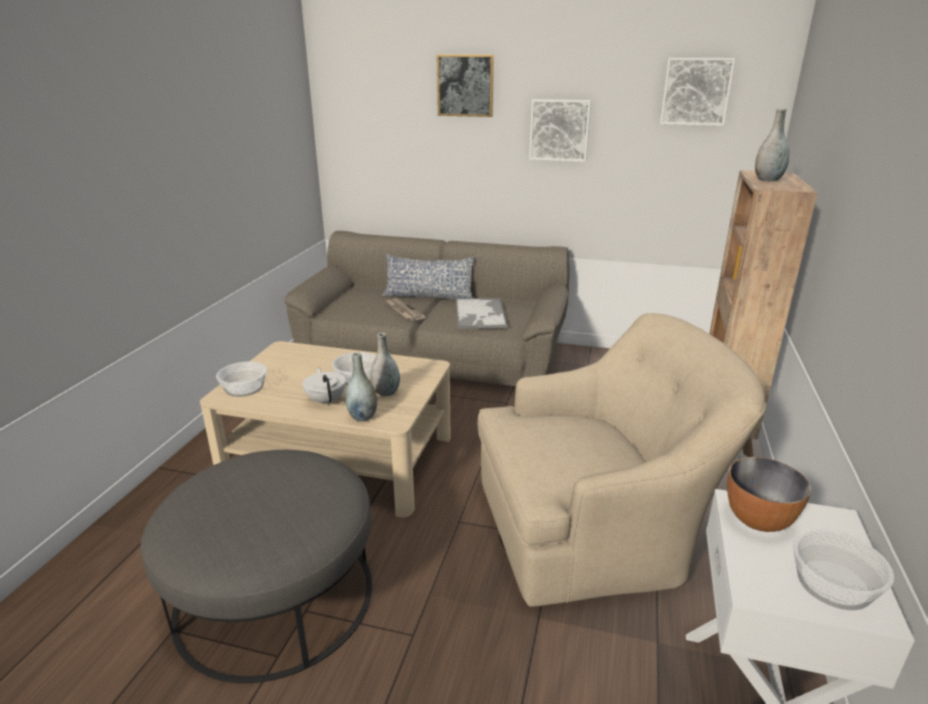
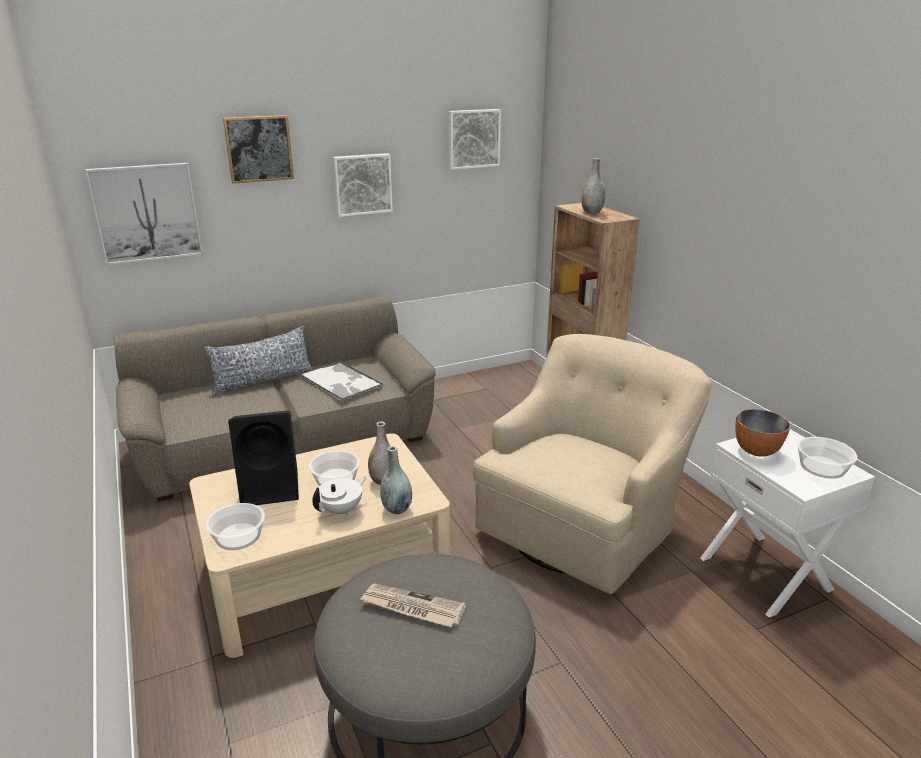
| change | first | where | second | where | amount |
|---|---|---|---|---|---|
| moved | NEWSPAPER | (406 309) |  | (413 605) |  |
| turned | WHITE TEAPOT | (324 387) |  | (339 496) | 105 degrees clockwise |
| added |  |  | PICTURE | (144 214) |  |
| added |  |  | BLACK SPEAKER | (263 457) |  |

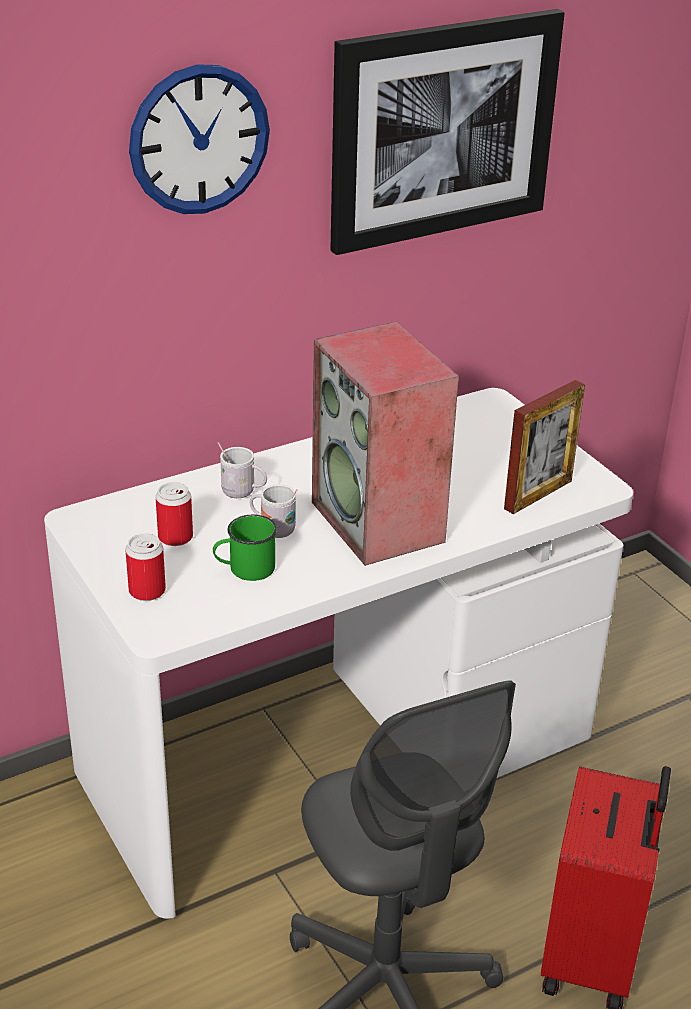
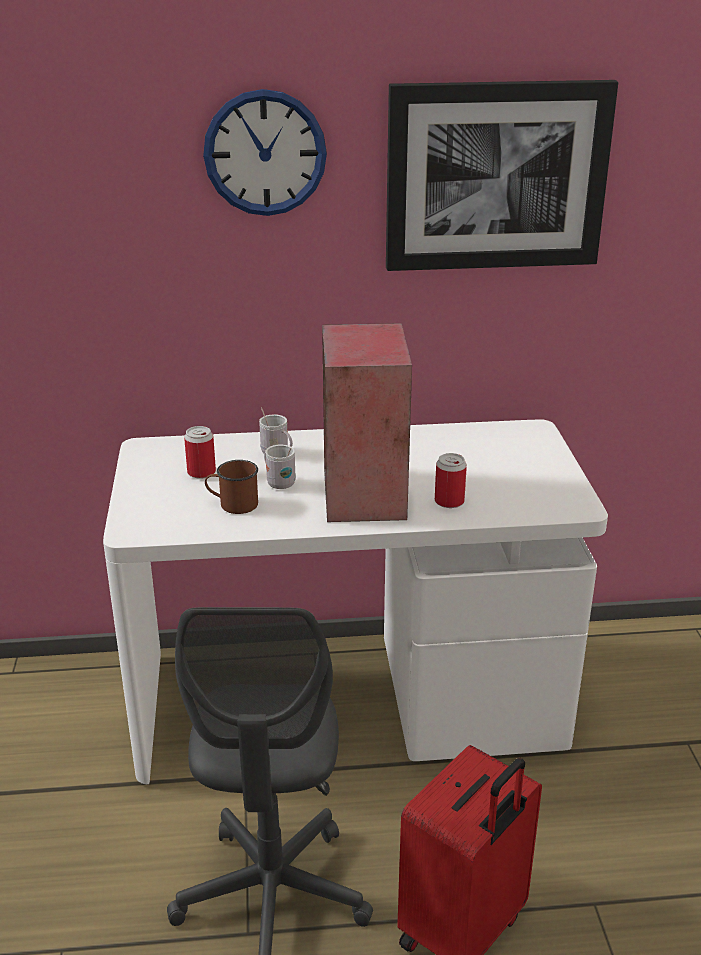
| change | first | where | second | where | amount |
|---|---|---|---|---|---|
| removed | PICTURE FRAME | (544 447) |  |  |  |
| recoloured | GREEN MUG | (245 548) | BROWN MUG | (231 487) |  |
| moved | CAN | (145 567) |  | (451 480) |  |

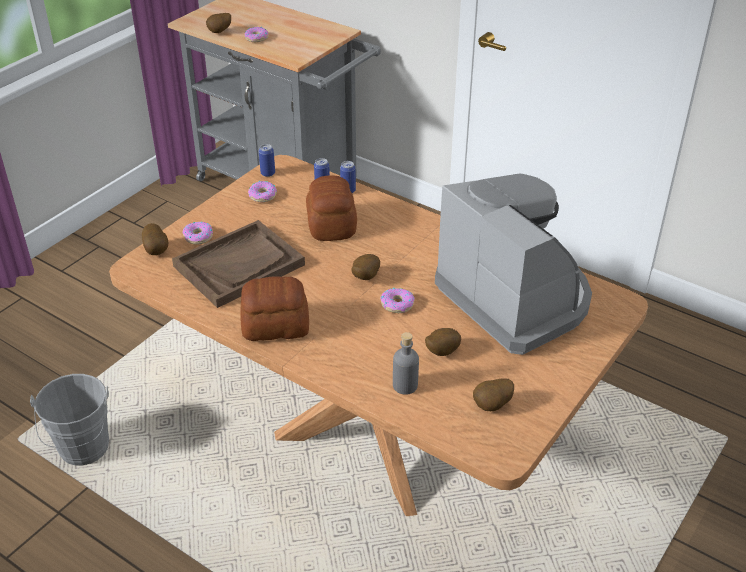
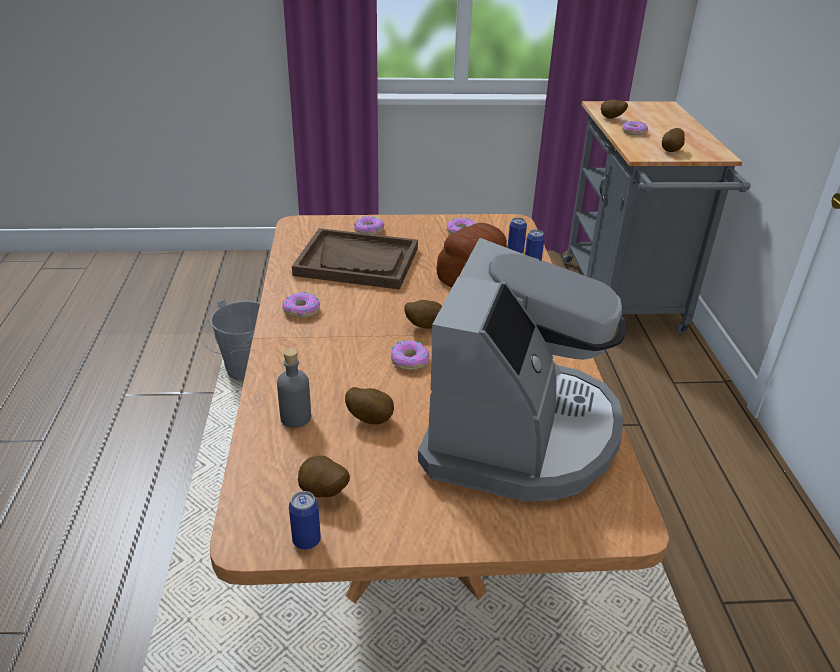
| change | first | where | second | where | amount |
|---|---|---|---|---|---|
| moved | CAN | (267 160) |  | (305 520) |  |
| moved | POTATO | (155 239) |  | (673 140) |  |
| replaced | BREAD | (274 309) | DONUT | (301 305) |  |

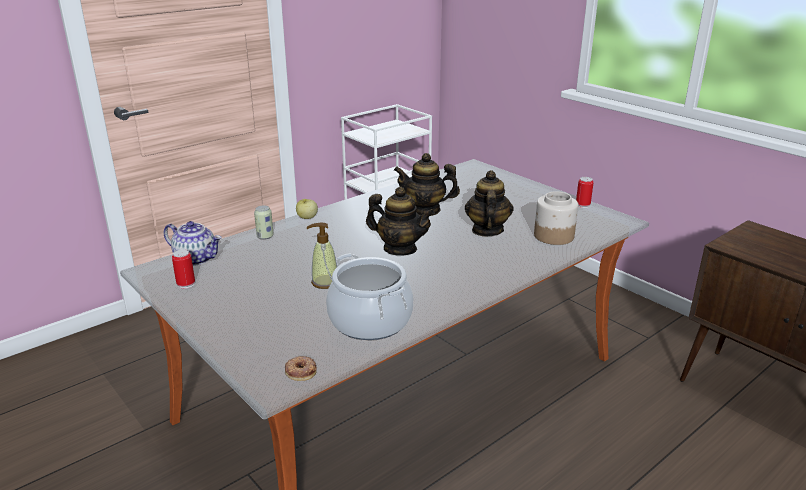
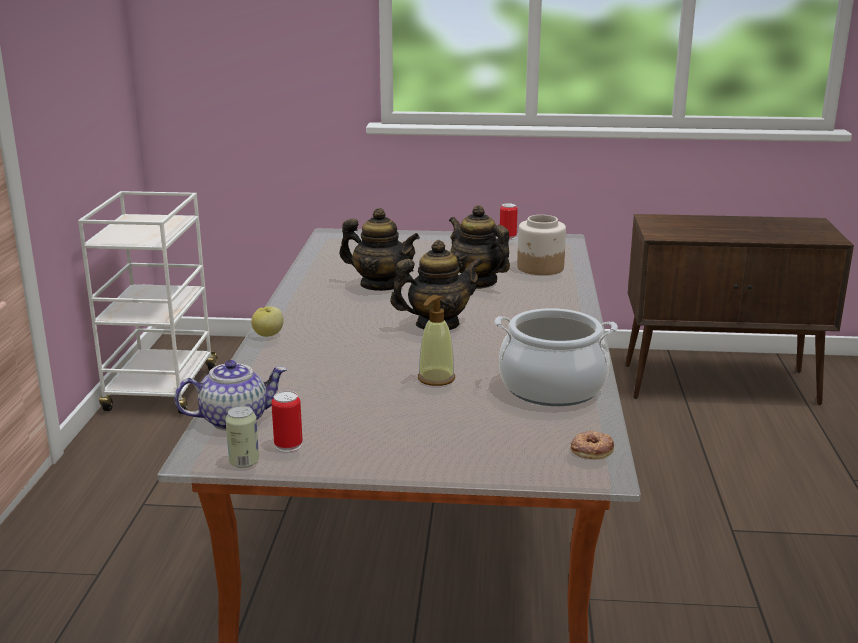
| change | first | where | second | where | amount |
|---|---|---|---|---|---|
| turned | TEAPOT | (427 184) |  | (379 249) | 120 degrees counterclockwise |
| moved | CAN | (264 222) |  | (242 437) |  |

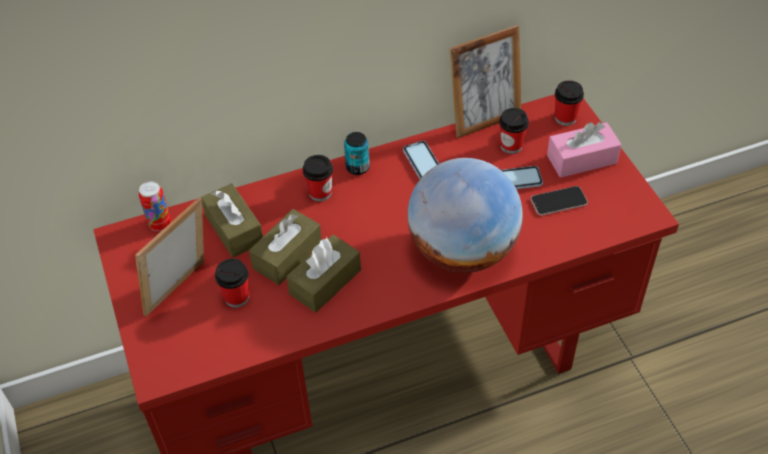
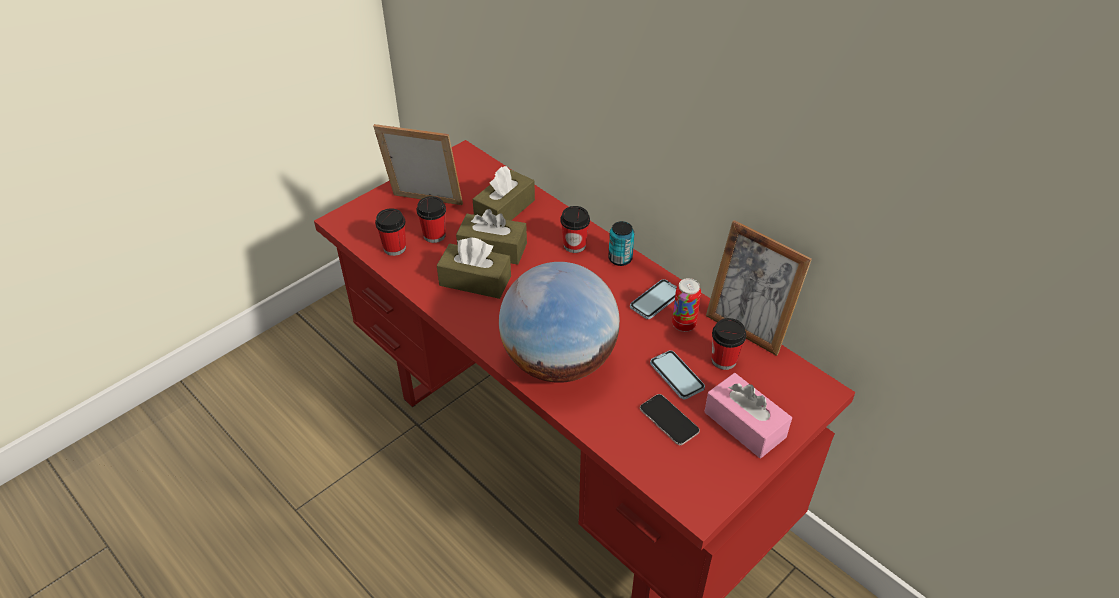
| change | first | where | second | where | amount |
|---|---|---|---|---|---|
| moved | CUP | (569 103) |  | (390 232) |  |
| moved | CAN | (155 206) |  | (686 305) |  |

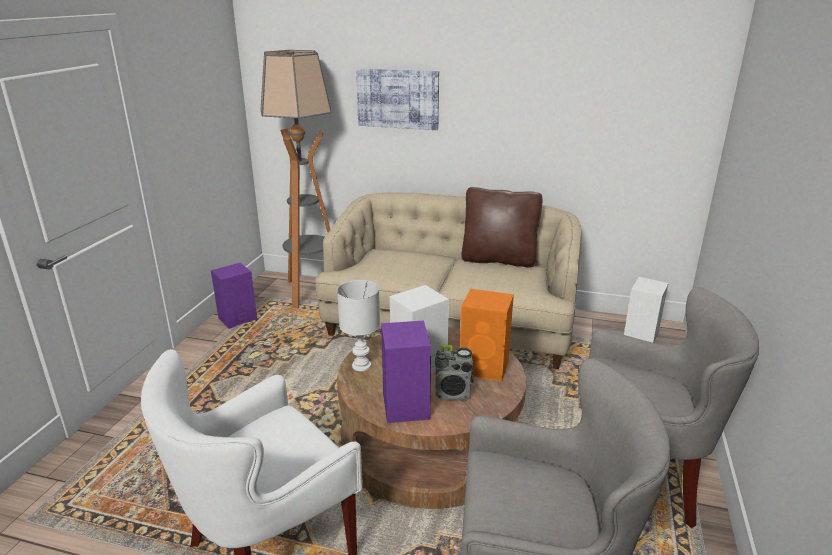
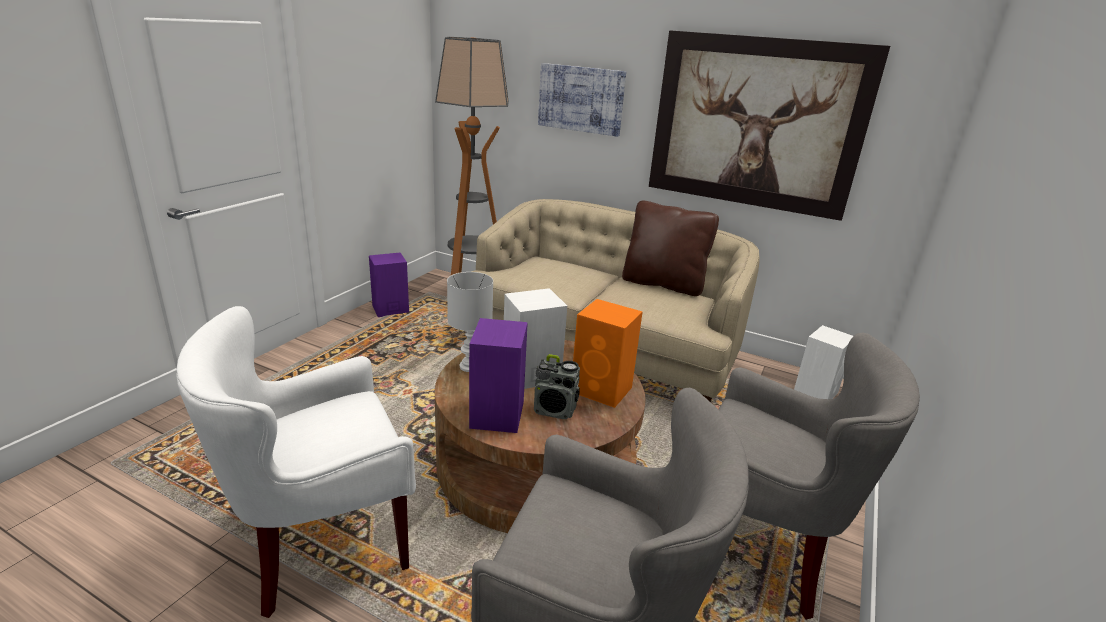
| change | first | where | second | where | amount |
|---|---|---|---|---|---|
| added |  |  | PICTURE | (769 125) |  |

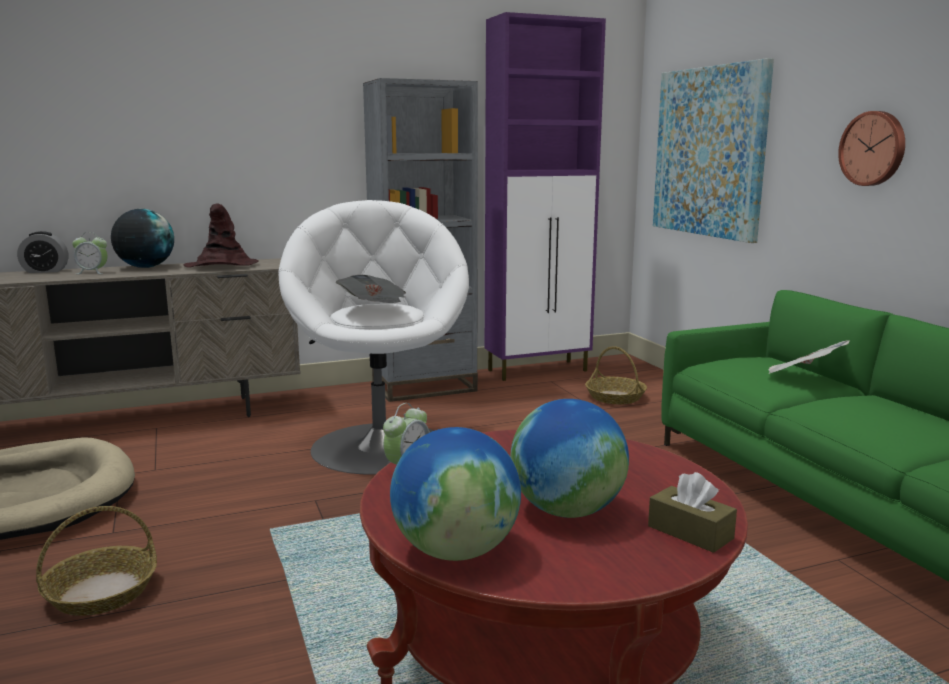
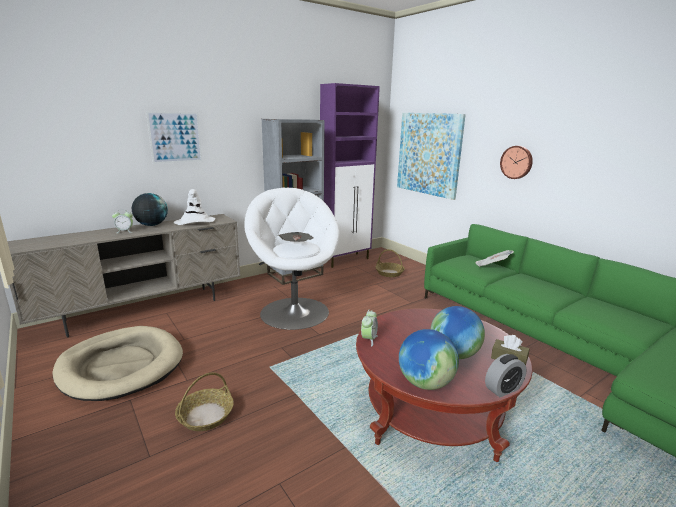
| change | first | where | second | where | amount |
|---|---|---|---|---|---|
| recoloured | BROWN HAT | (221 235) | WHITE HAT | (194 207) |  |
| moved | ALARM CLOCK | (42 252) |  | (505 375) |  |
| added |  |  | PICTURE | (174 137) |  |

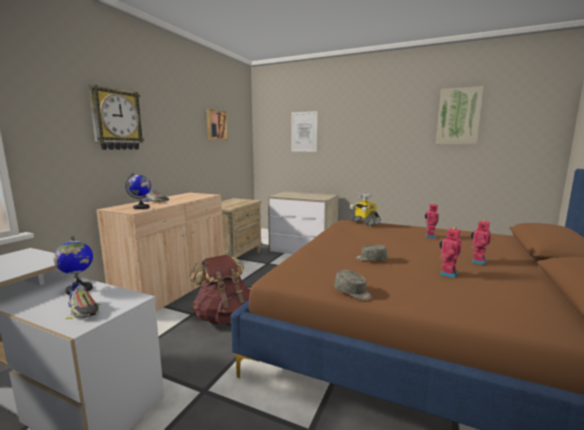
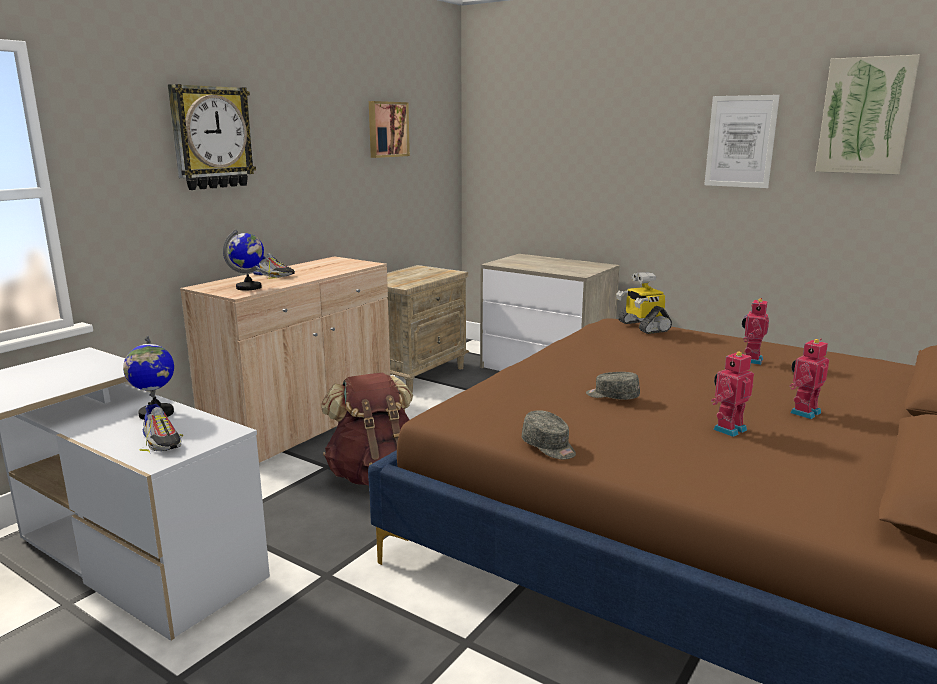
| change | first | where | second | where | amount |
|---|---|---|---|---|---|
| moved | PICTURE | (304 131) |  | (742 141) |  |

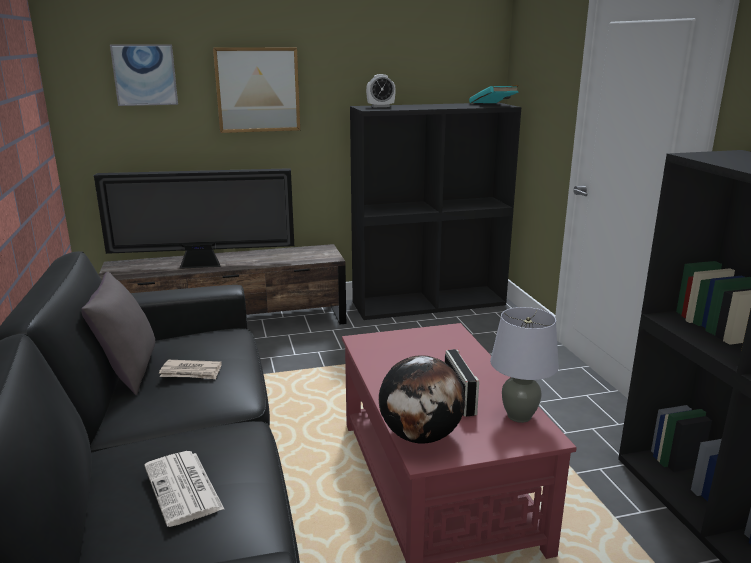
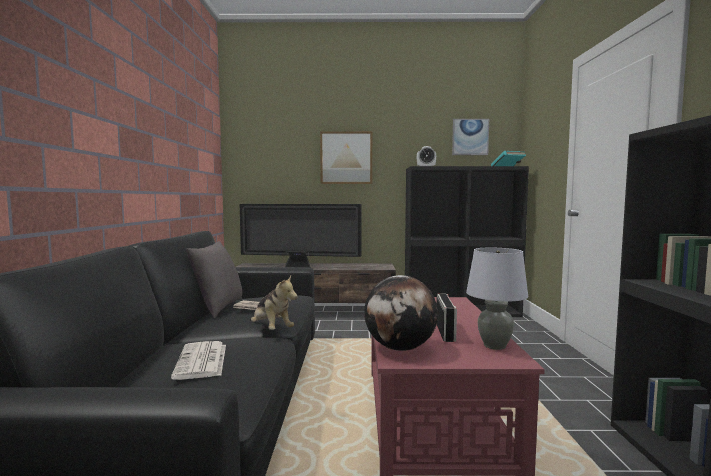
| change | first | where | second | where | amount |
|---|---|---|---|---|---|
| moved | PICTURE | (144 75) |  | (470 137) |  |
| added |  |  | PLUSH TOY | (274 303) |  |

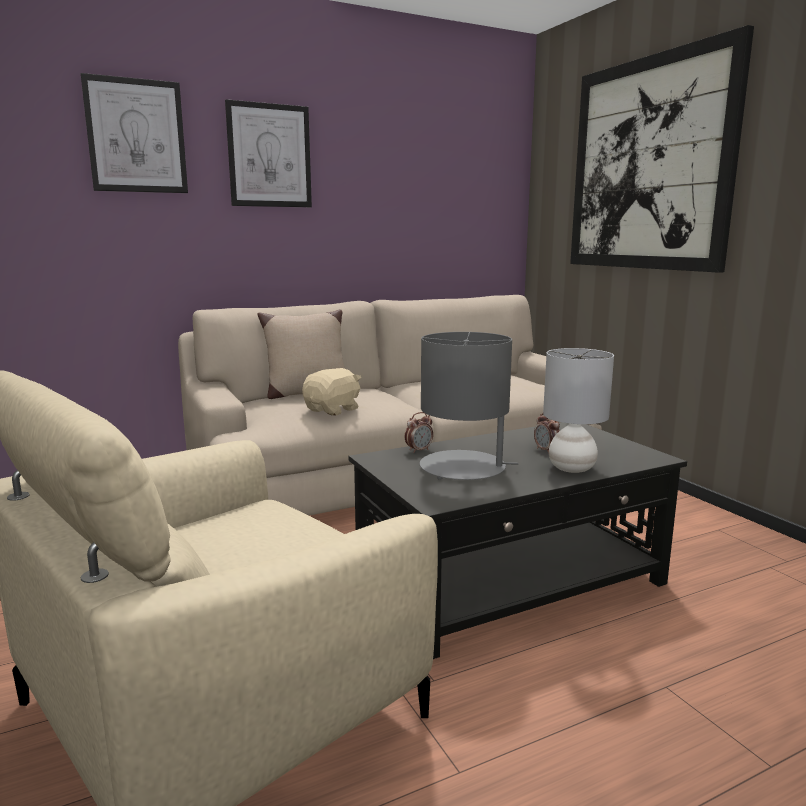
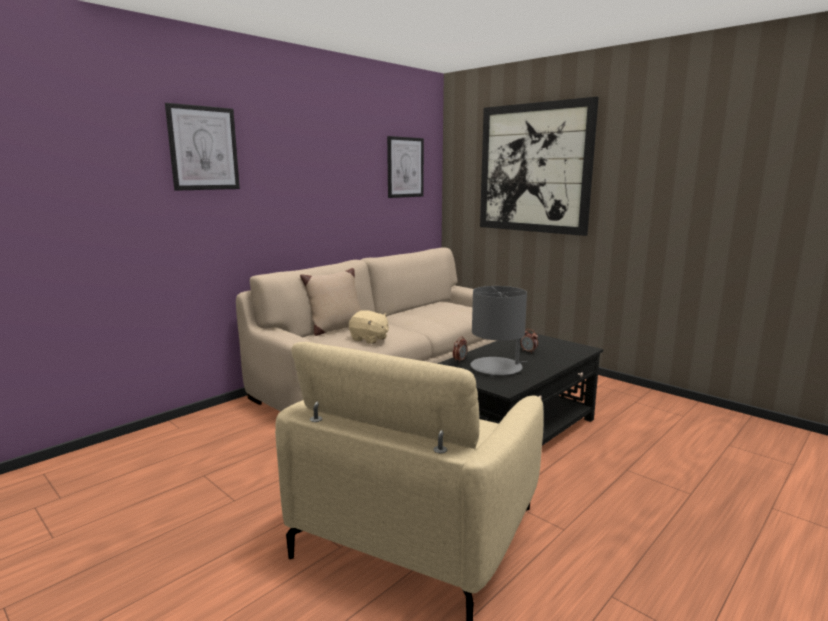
| change | first | where | second | where | amount |
|---|---|---|---|---|---|
| moved | PICTURE | (268 153) |  | (405 167) |  |
| removed | GREY TABLE LAMP | (578 410) |  |  |  |
| turned | BEIGE PLUSH TOY | (331 392) |  | (369 327) | 105 degrees clockwise |

